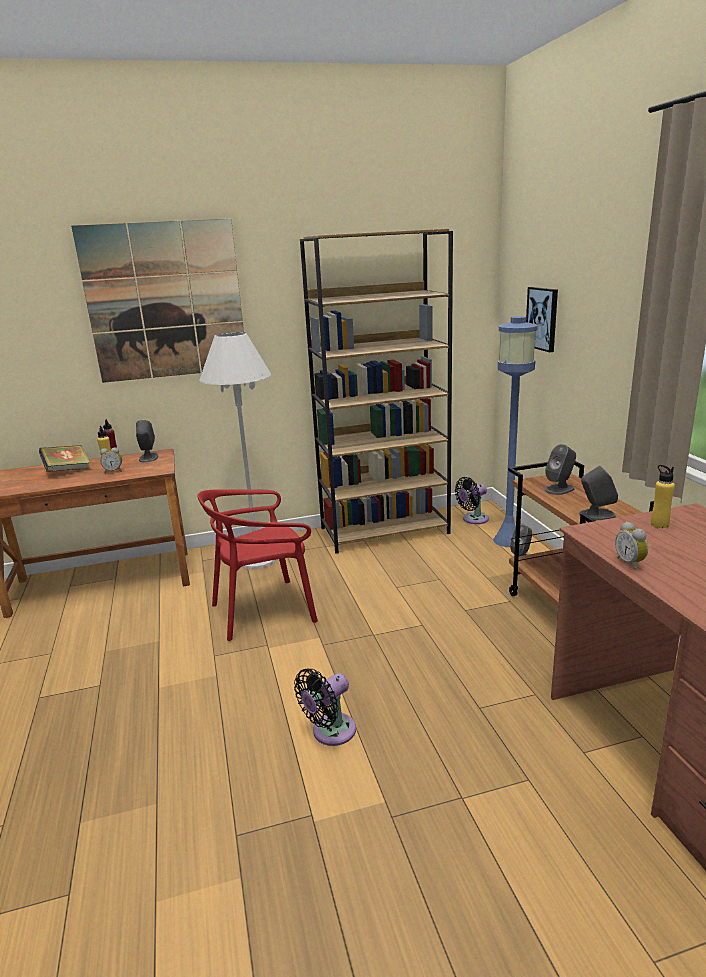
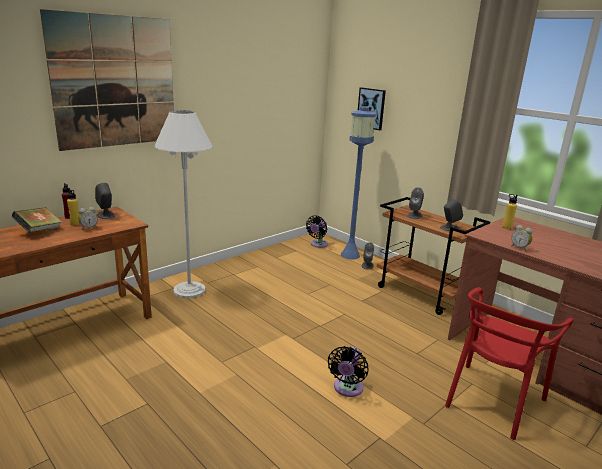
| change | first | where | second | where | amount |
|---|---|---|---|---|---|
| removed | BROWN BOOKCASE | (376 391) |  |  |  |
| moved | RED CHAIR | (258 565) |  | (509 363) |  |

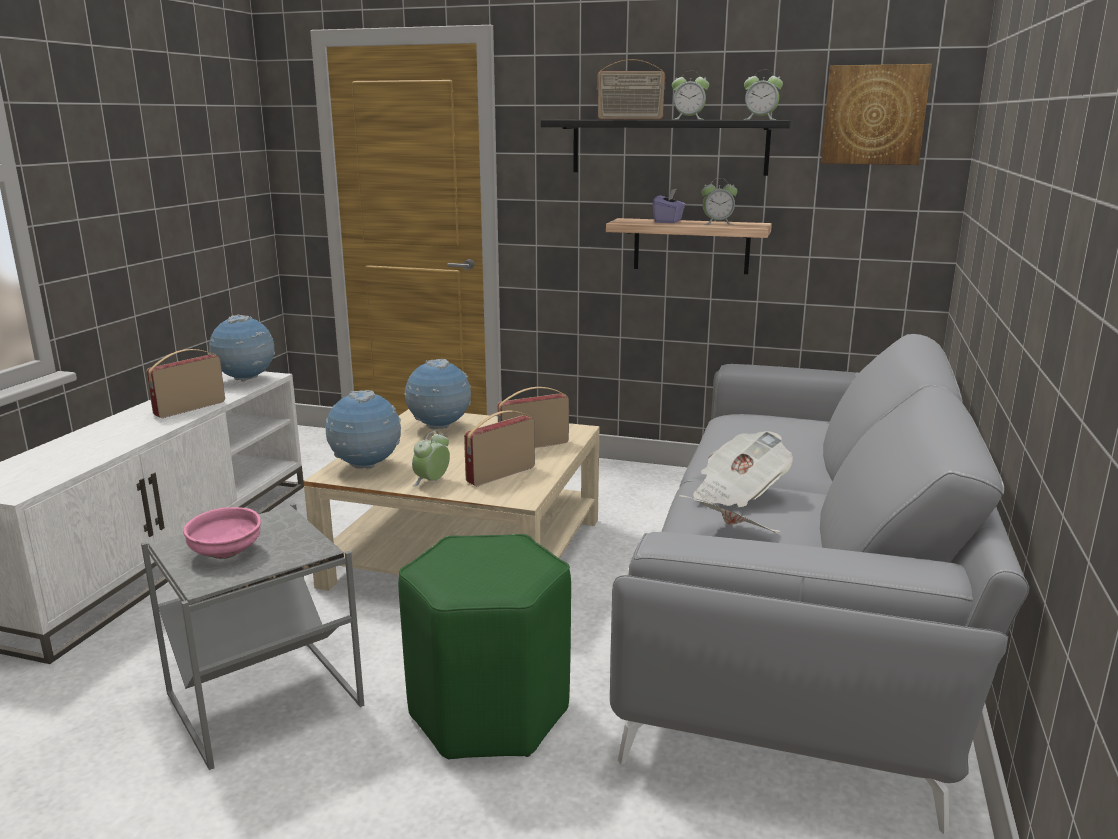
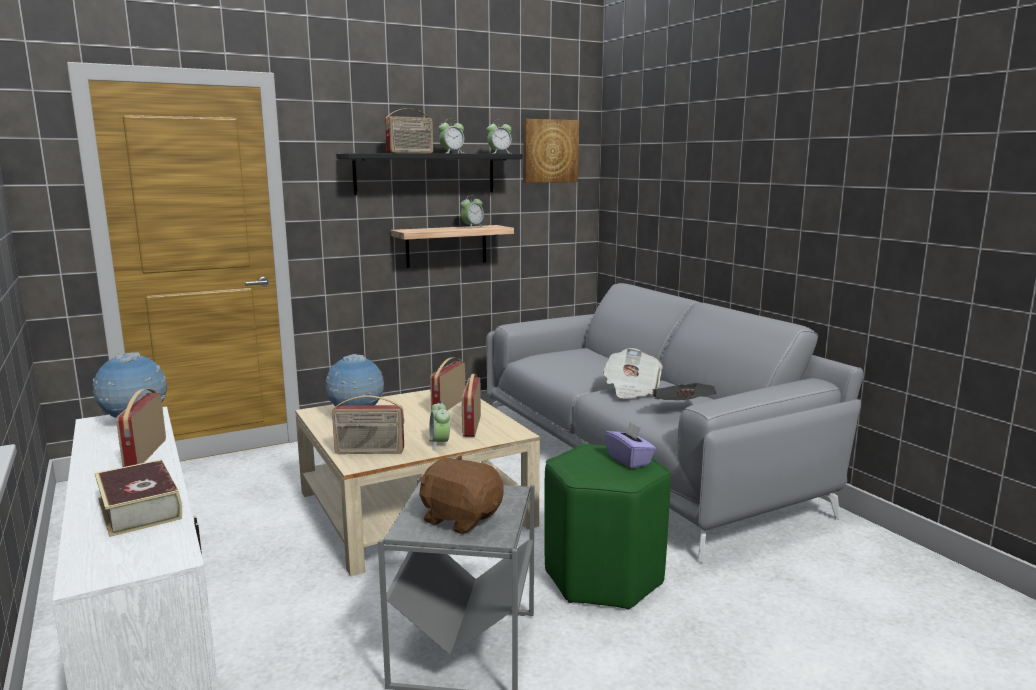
| change | first | where | second | where | amount |
|---|---|---|---|---|---|
| moved | PURPLE TISSUE BOX | (669 205) |  | (630 445) |  |
| replaced | GLOBE | (363 429) | RADIO | (368 425) |  |
| replaced | PINK BOWL | (222 533) | BROWN PLUSH TOY | (461 494) |  |
| added |  |  | BOOK | (138 498) |  |

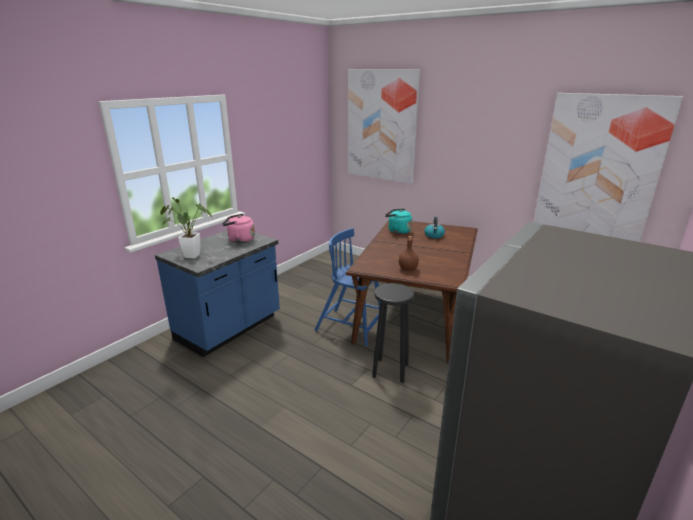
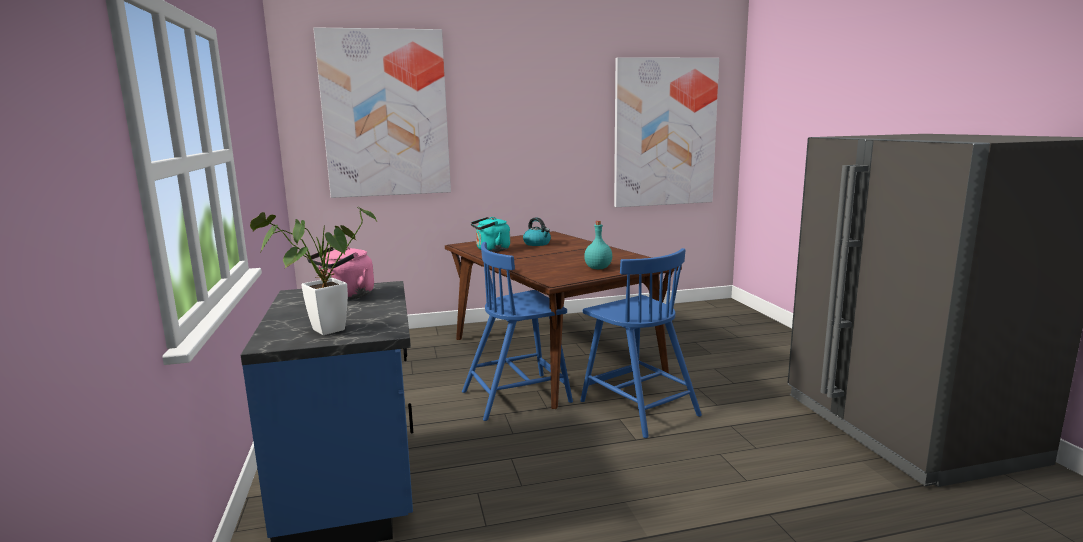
| change | first | where | second | where | amount |
|---|---|---|---|---|---|
| recoloured | BROWN BOTTLE | (409 253) | TURQUOISE BOTTLE | (598 245) |  |
| replaced | BLACK STOOL | (393 333) | BLUE CHAIR | (641 343) |  |

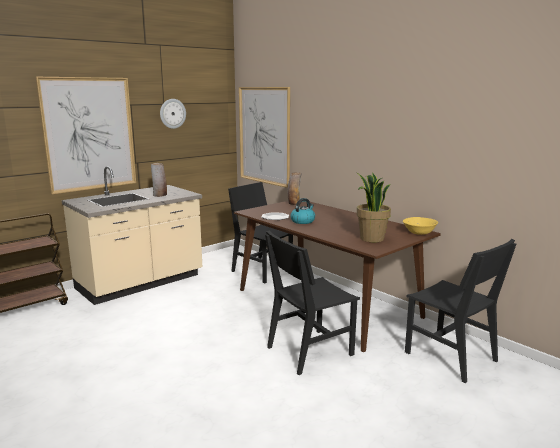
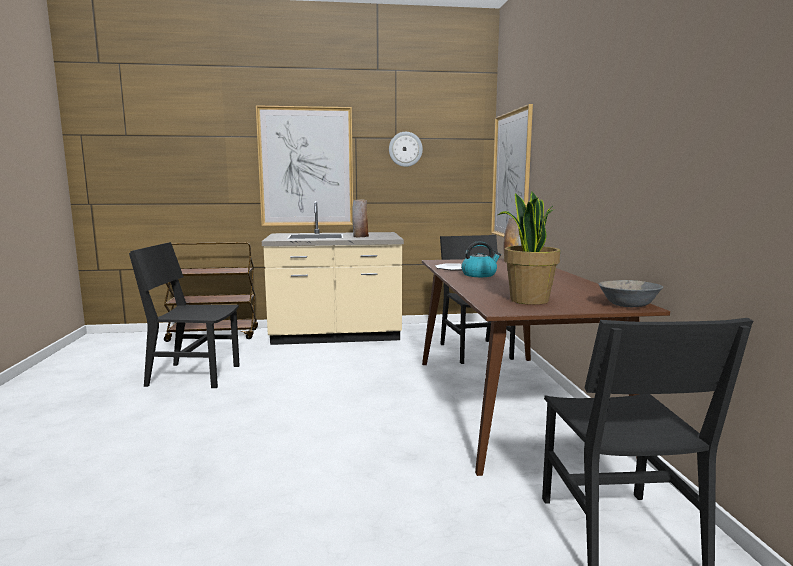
| change | first | where | second | where | amount |
|---|---|---|---|---|---|
| recoloured | YELLOW BOWL | (420 226) | GREY BOWL | (631 293) |  |
| moved | BLACK CHAIR | (312 303) |  | (184 315) |  |

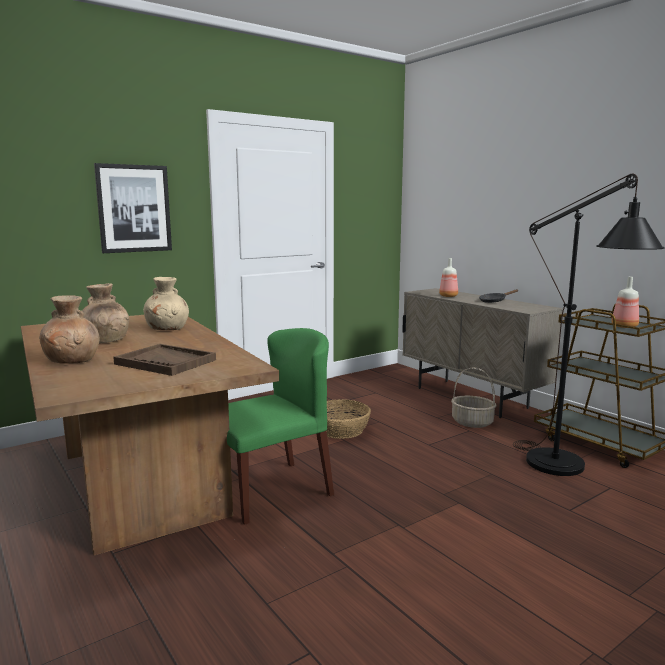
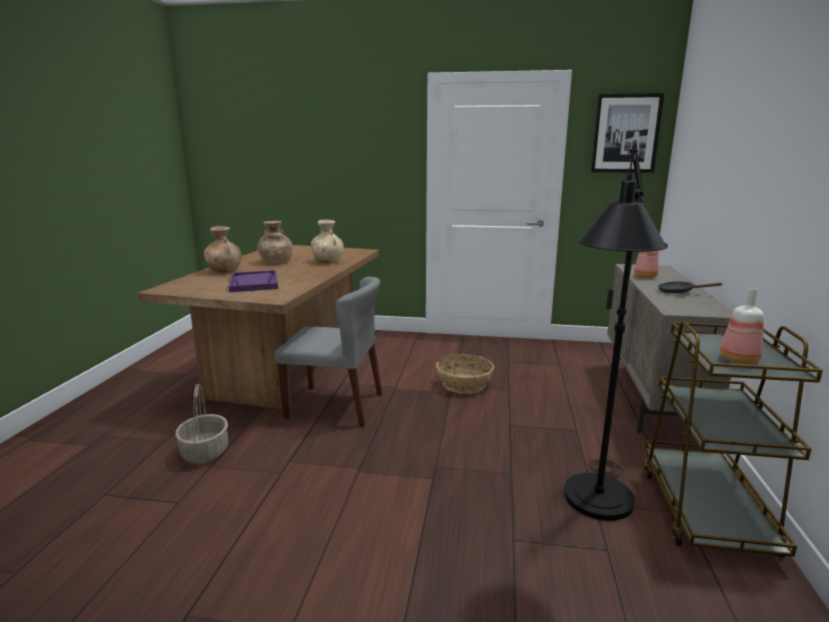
| change | first | where | second | where | amount |
|---|---|---|---|---|---|
| moved | PICTURE | (133 208) |  | (627 133) |  |
| recoloured | GREEN CHAIR | (280 426) | GREY CHAIR | (328 352) |  |
| recoloured | BROWN TRAY | (164 360) | PURPLE TRAY | (253 281) |  |
| moved | BASKET | (473 397) |  | (201 423) |  |

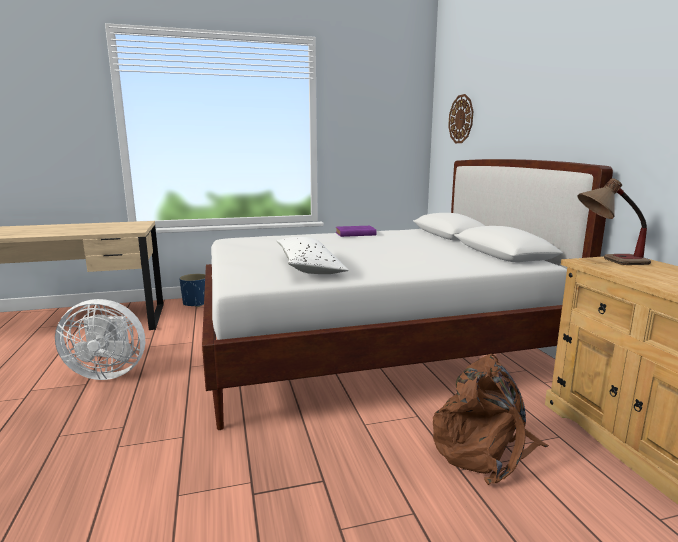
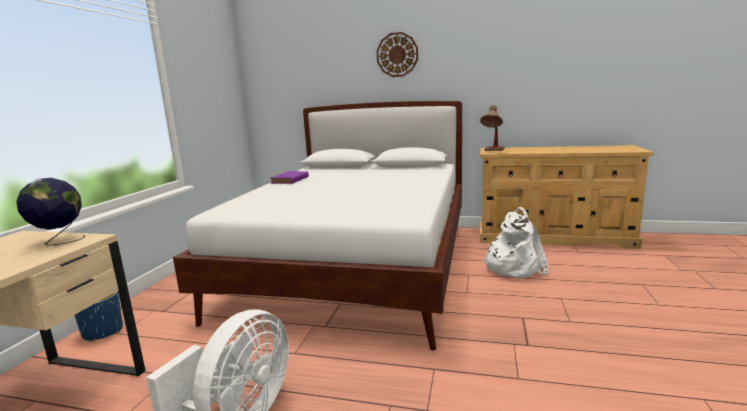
| change | first | where | second | where | amount |
|---|---|---|---|---|---|
| moved | WALL CLOCK | (460 118) |  | (397 54) |  |
| removed | WHITE PILLOW | (312 255) |  |  |  |
| recoloured | BROWN BACKPACK | (491 419) | WHITE BACKPACK | (515 243) |  |
| added |  |  | GLOBE | (50 211) |  |

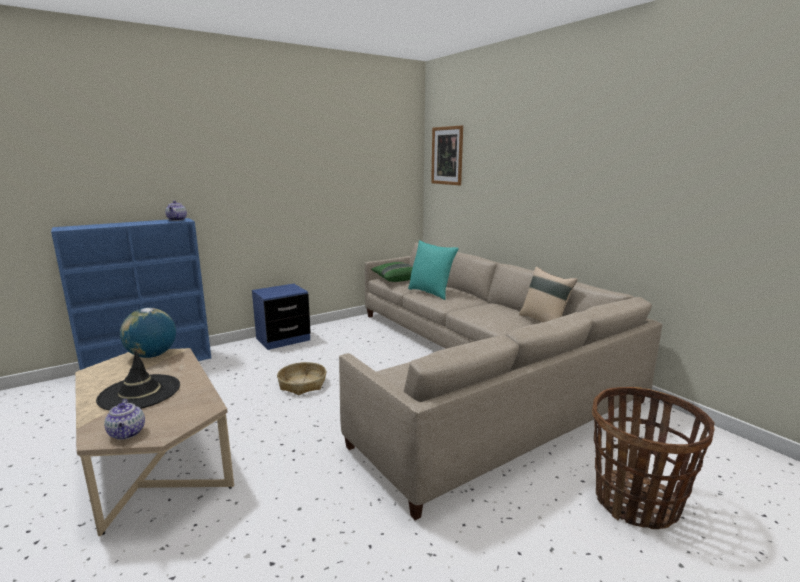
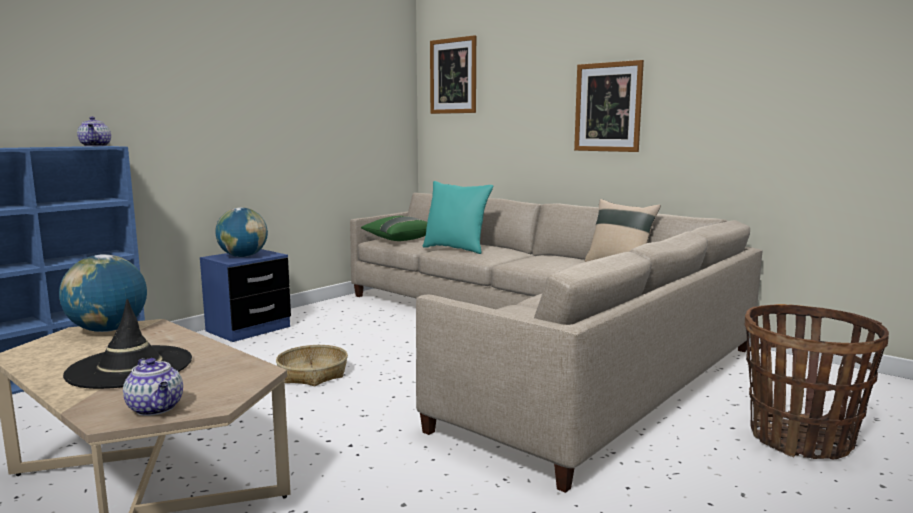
| change | first | where | second | where | amount |
|---|---|---|---|---|---|
| added |  |  | PICTURE | (609 106) |  |
| added |  |  | GLOBE | (241 232) |  |

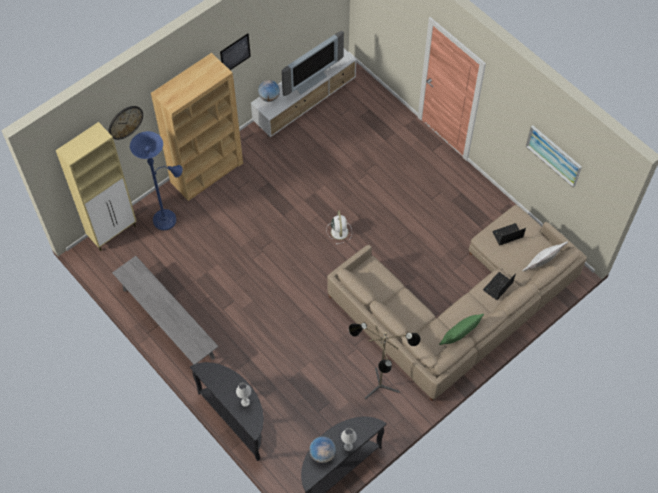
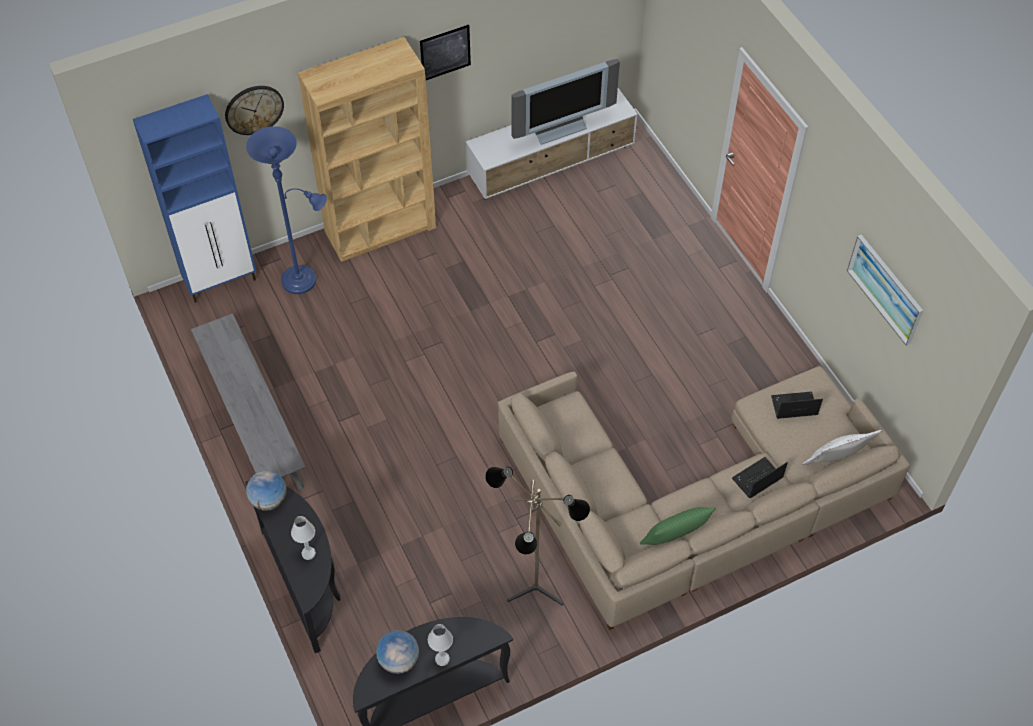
| change | first | where | second | where | amount |
|---|---|---|---|---|---|
| moved | GLOBE | (269 91) |  | (266 490) |  |
| recoloured | BEIGE CABINET | (96 186) | BLUE CABINET | (194 198) |  |
| removed | WHITE FAN | (339 227) |  |  |  |

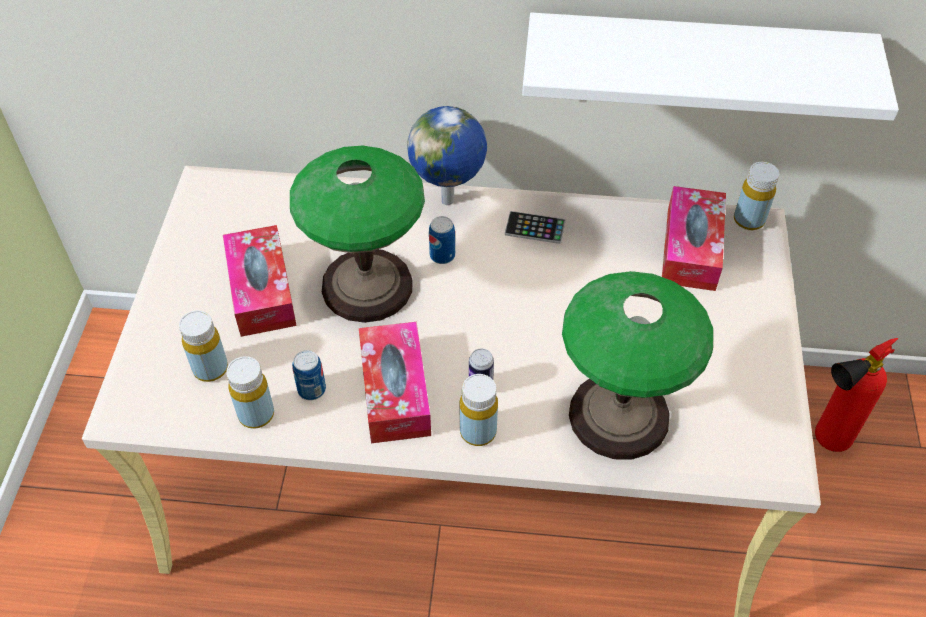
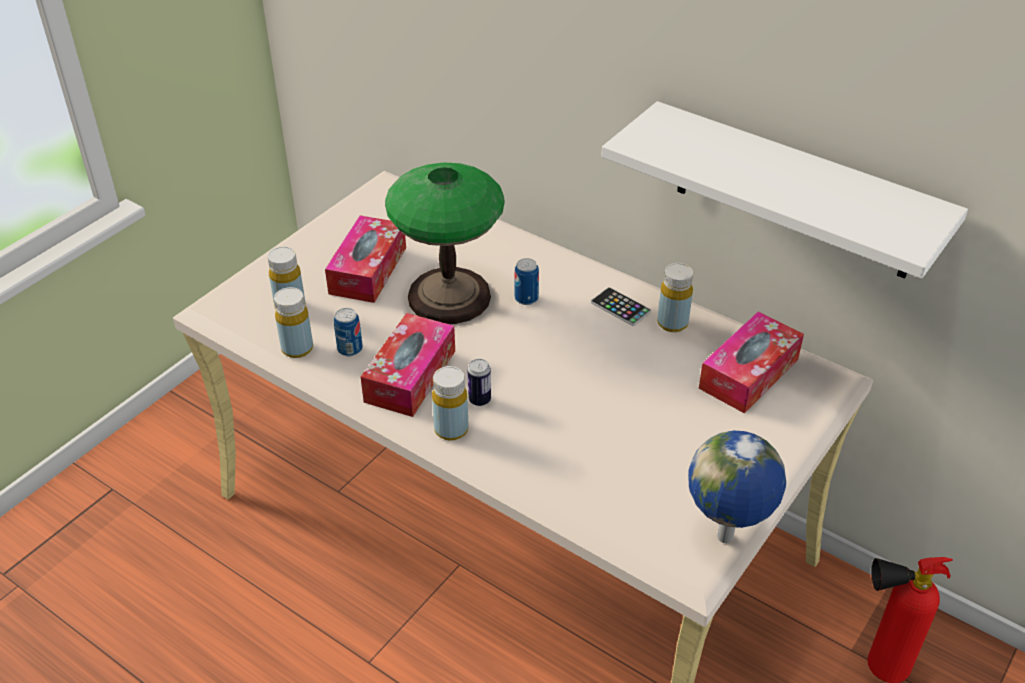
| change | first | where | second | where | amount |
|---|---|---|---|---|---|
| moved | GLOBE | (447 155) |  | (737 487) |  |
| moved | YELLOW BOTTLE | (756 196) |  | (675 297) |  |
| removed | TABLE LAMP | (637 365) |  |  |  |

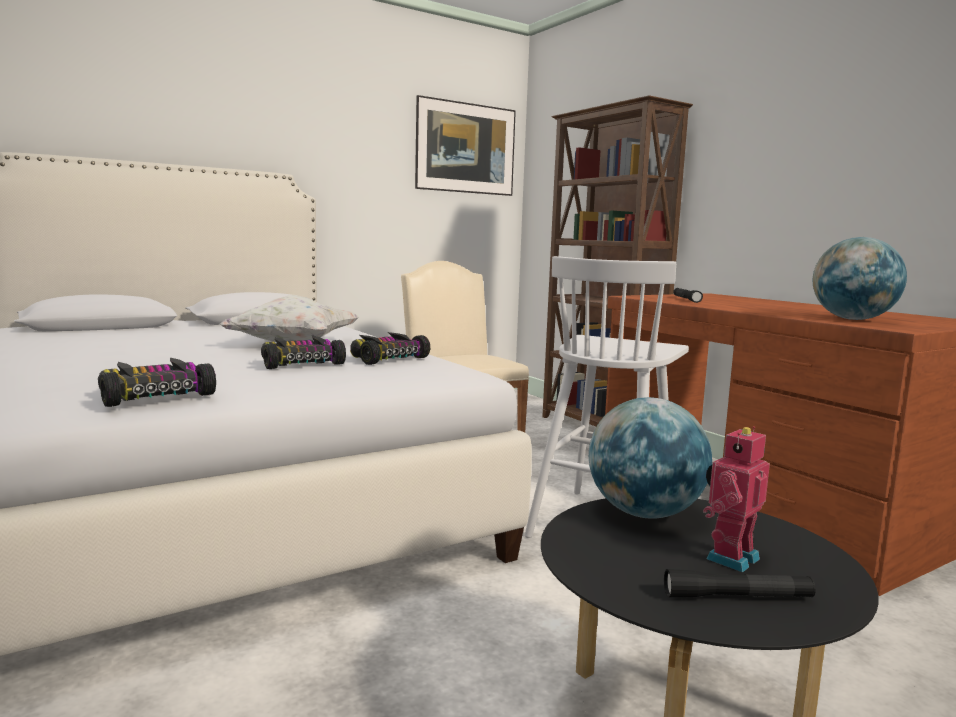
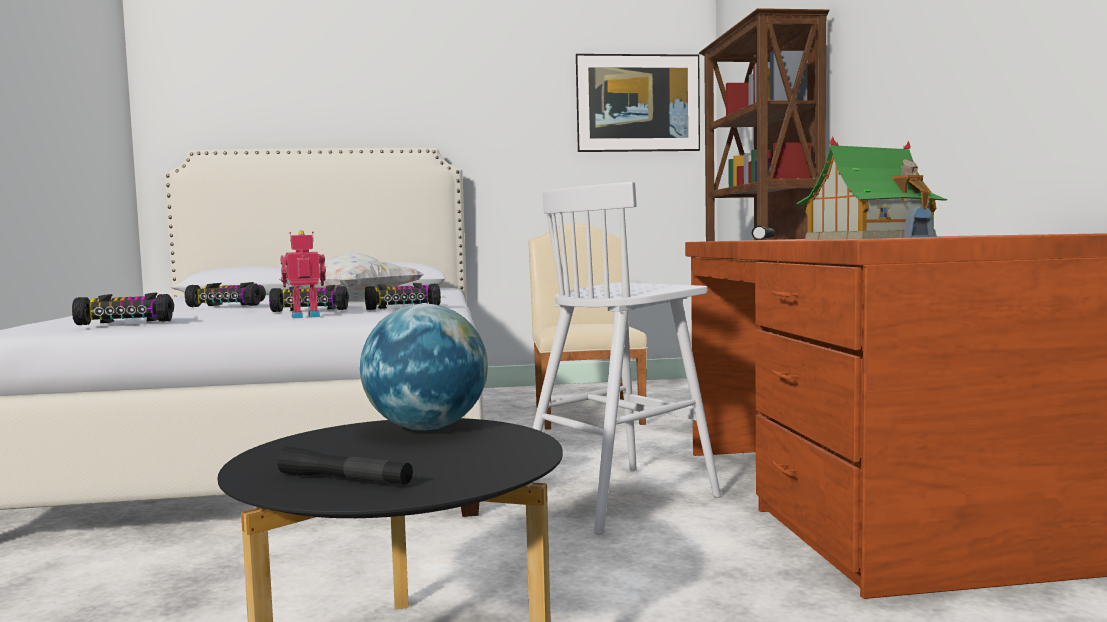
| change | first | where | second | where | amount |
|---|---|---|---|---|---|
| replaced | GLOBE | (860 278) | TOY HOUSE | (871 188) |  |
| moved | TOY ROBOT | (736 499) |  | (303 274) |  |
| added |  |  | TOY CAR | (225 294) |  |

